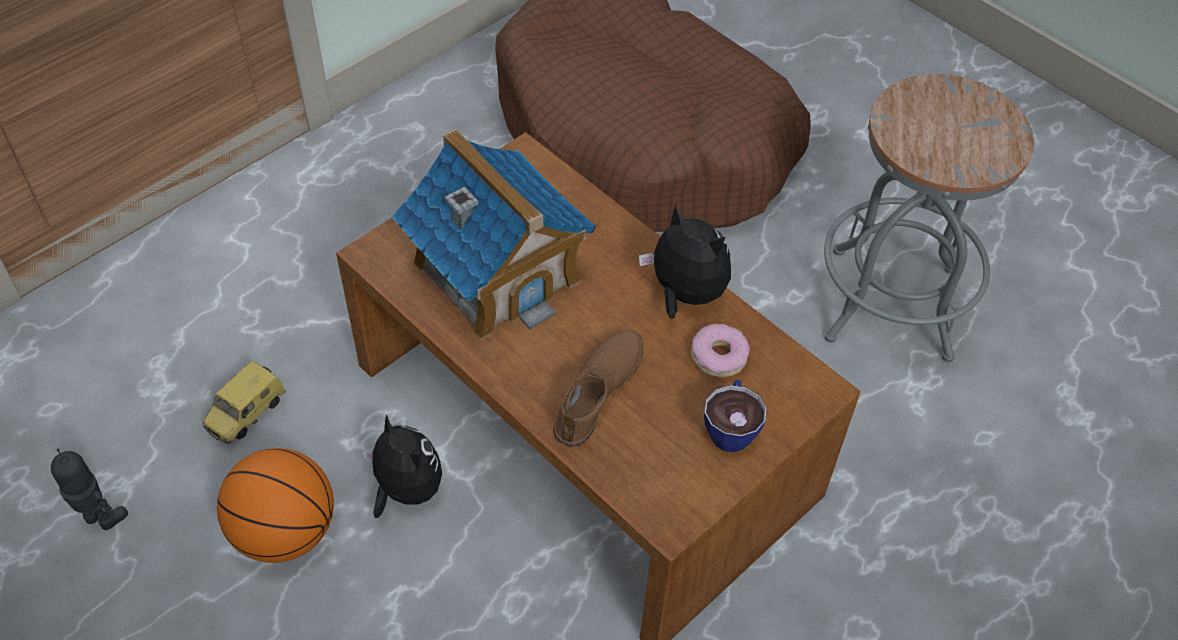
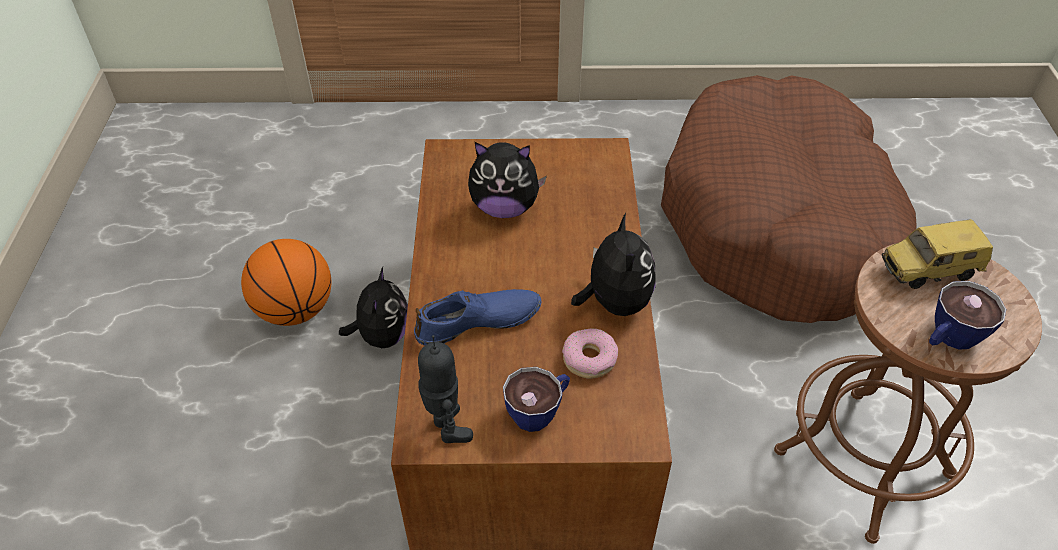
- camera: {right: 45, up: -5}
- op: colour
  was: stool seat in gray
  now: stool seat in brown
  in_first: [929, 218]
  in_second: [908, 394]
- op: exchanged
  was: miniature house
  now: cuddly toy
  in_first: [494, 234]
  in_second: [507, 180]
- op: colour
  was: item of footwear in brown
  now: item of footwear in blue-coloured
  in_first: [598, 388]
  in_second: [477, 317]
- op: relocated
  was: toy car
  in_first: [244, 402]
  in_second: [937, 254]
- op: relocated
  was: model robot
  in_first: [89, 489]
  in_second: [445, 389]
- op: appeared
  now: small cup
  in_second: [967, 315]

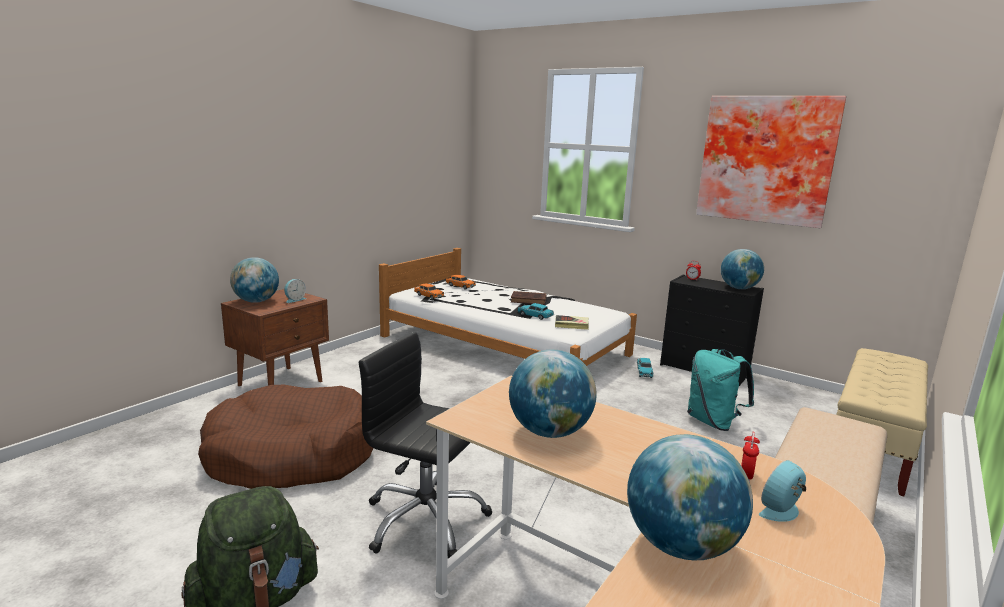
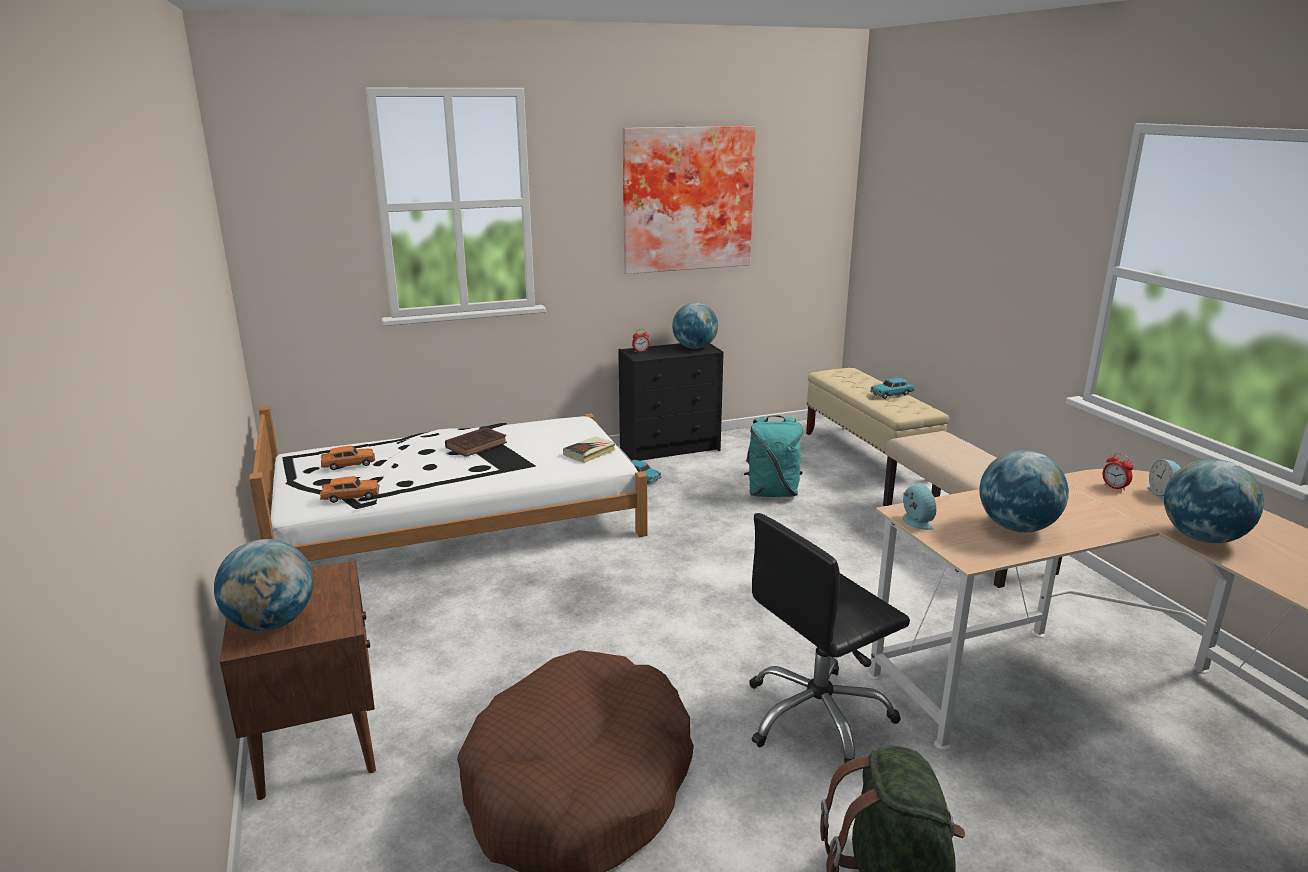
- camera: {right: -55, up: 5}
- op: relocated
  was: table clock
  in_first: [295, 291]
  in_second: [920, 506]
- op: relocated
  was: toy car in turquoise-coloured
  in_first: [536, 311]
  in_second: [893, 388]

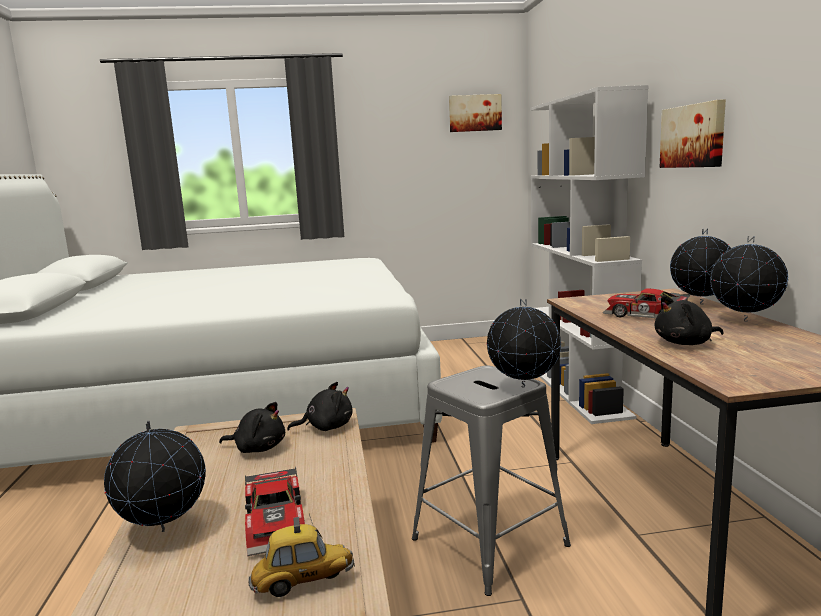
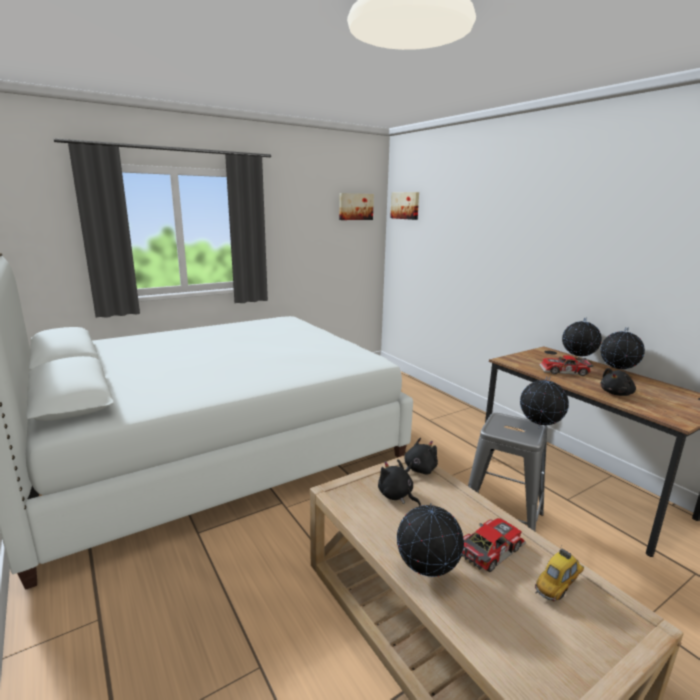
- camera: {right: -25, up: 5}
- op: missing
  was: shelving unit in whitish
  in_first: [589, 254]
- op: relocated
  was: wall picture
  in_first: [692, 133]
  in_second: [404, 206]
- op: spun
  was: cuddly toy in blackish
  in_first: [252, 427]
  in_second: [399, 482]
  clockwise: -120
- op: spun
  was: toy car
  in_first: [275, 511]
  in_second: [493, 545]
  clockwise: -90

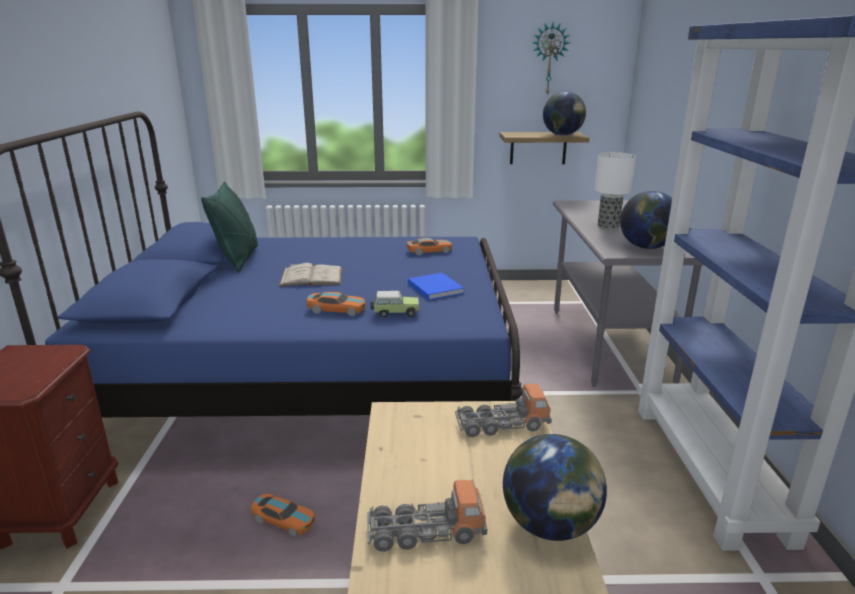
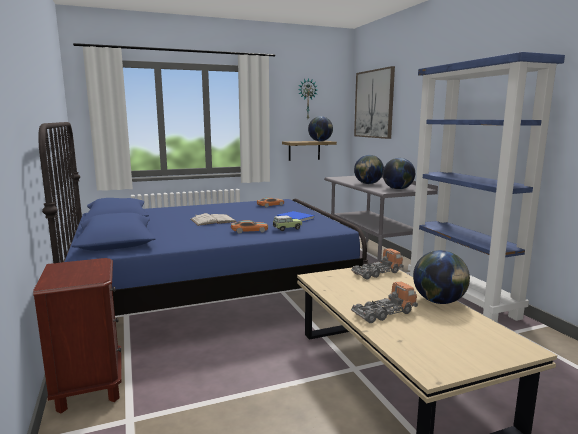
- camera: {right: -20, up: -10}
- op: exchanged
  was: table lamp
  now: desk globe
  in_first: [615, 190]
  in_second: [369, 169]
- op: missing
  was: cushion in greenish
  in_first: [229, 227]
- op: missing
  was: toy car
  in_first: [282, 515]
- op: appeared
  now: wall picture
  in_second: [374, 102]

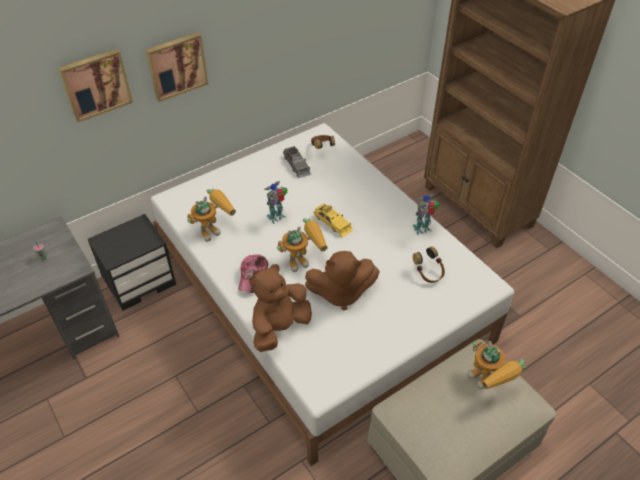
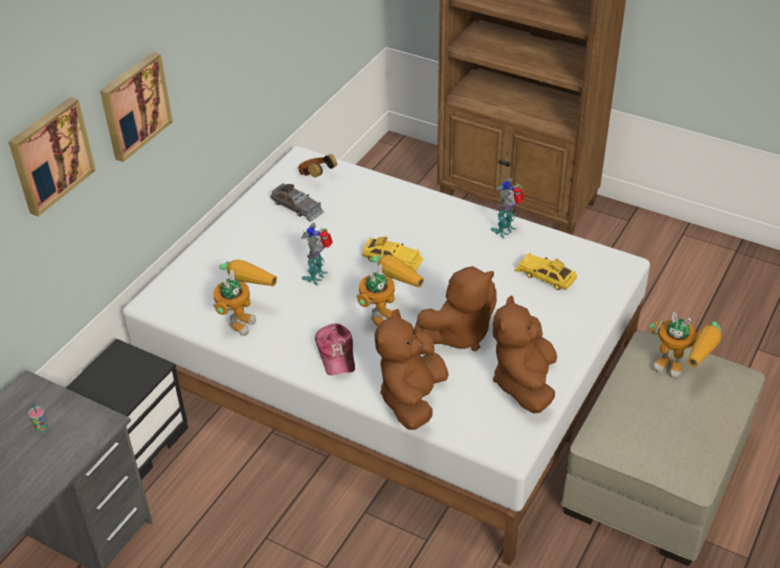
- camera: {right: -25, up: -5}
- op: exchanged
  was: headphones
  now: toy car in yellow-coloured
  in_first: [429, 264]
  in_second: [546, 271]
- op: appeared
  now: cuddly toy in brown
  in_second: [525, 354]

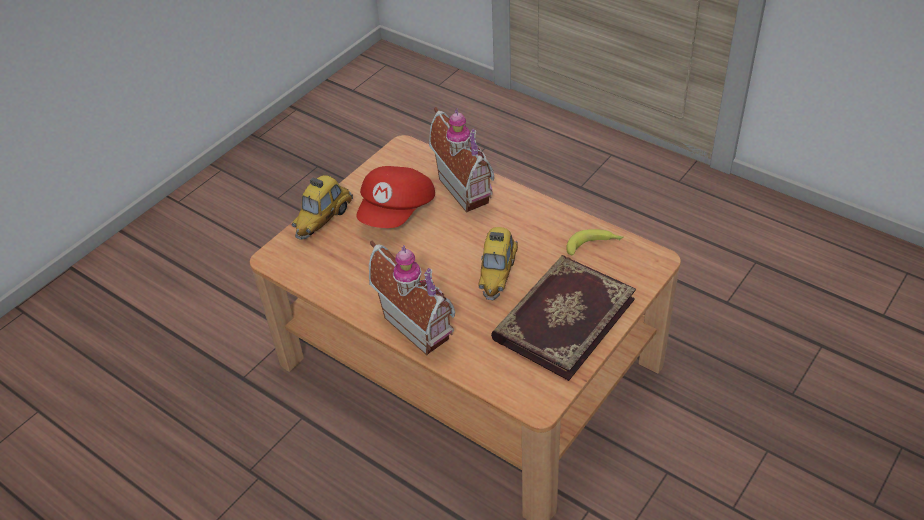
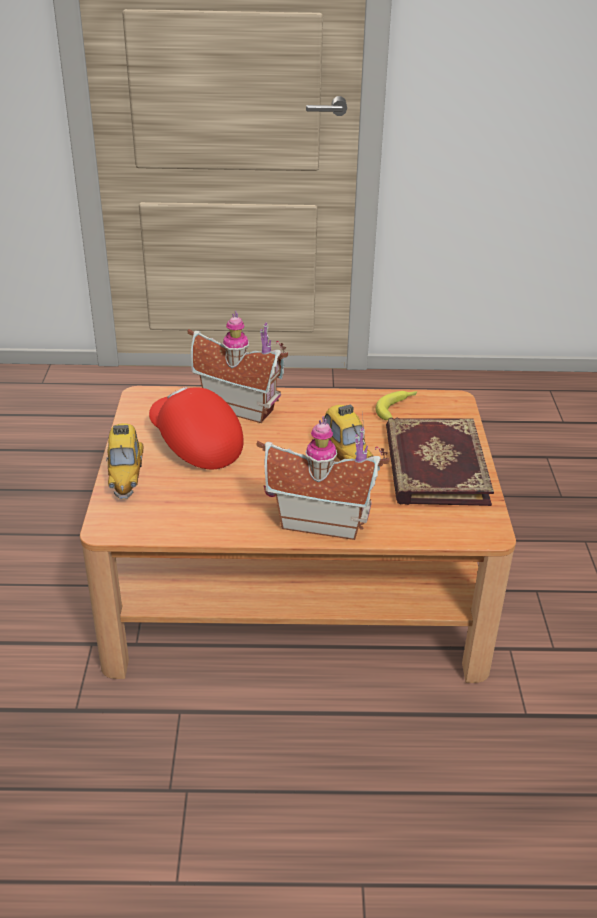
- camera: {right: -40, up: -10}
- op: spun
  was: peaked cap in reddish
  in_first: [395, 197]
  in_second: [196, 428]
  clockwise: 150

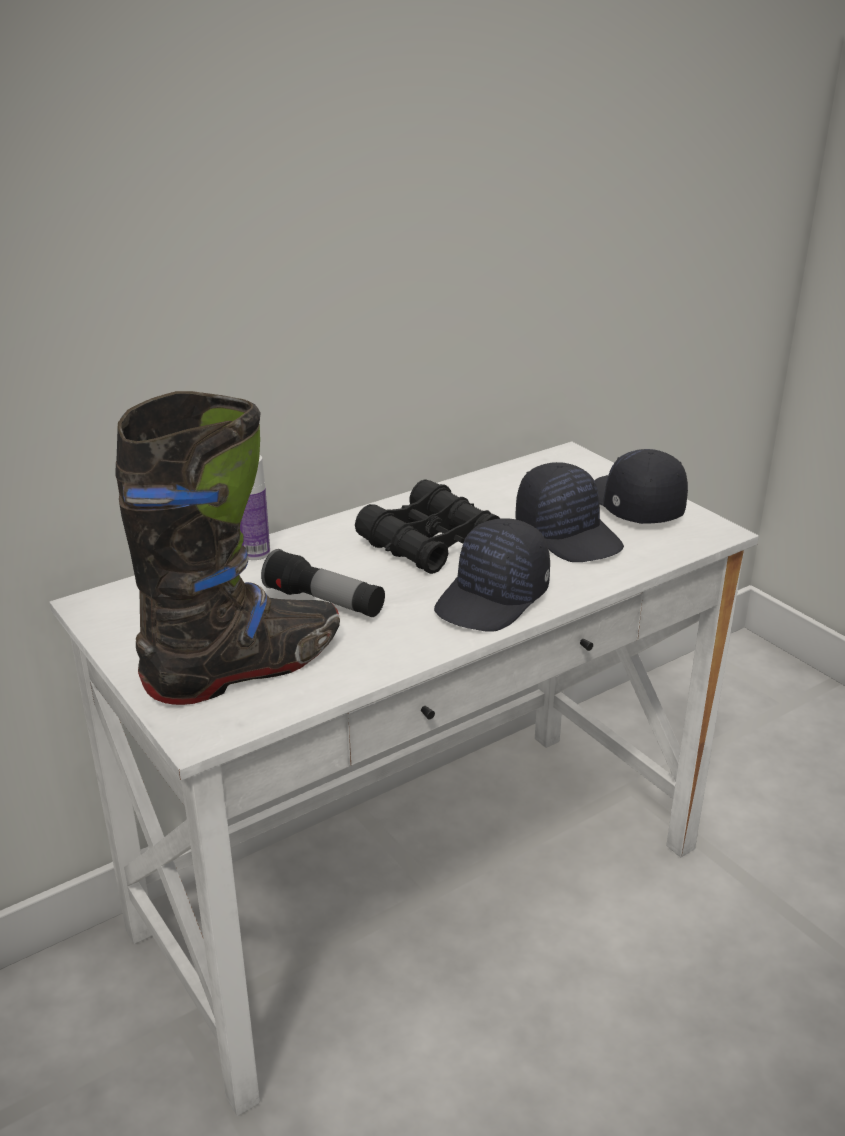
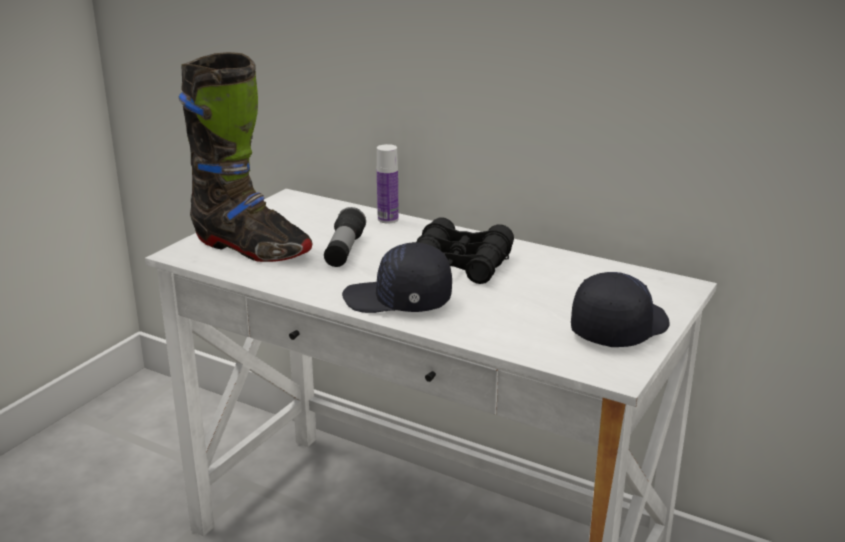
- camera: {right: 65, up: -5}
- op: missing
  was: peaked cap in blackish
  in_first: [569, 512]

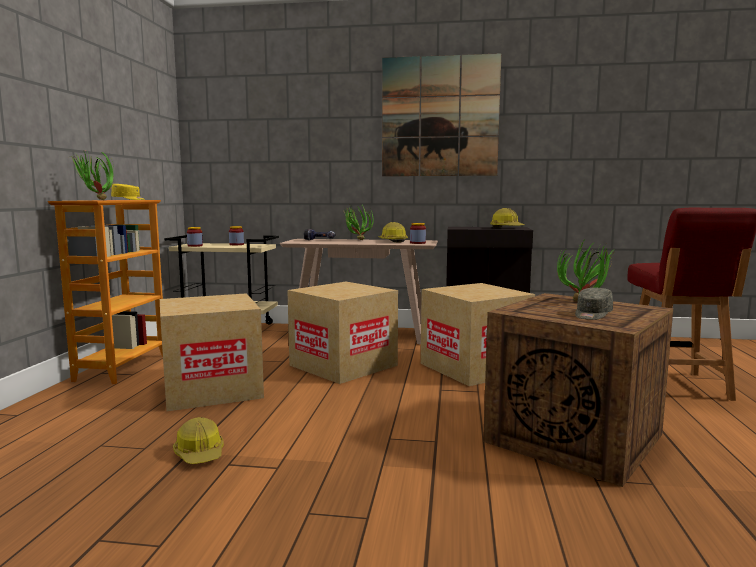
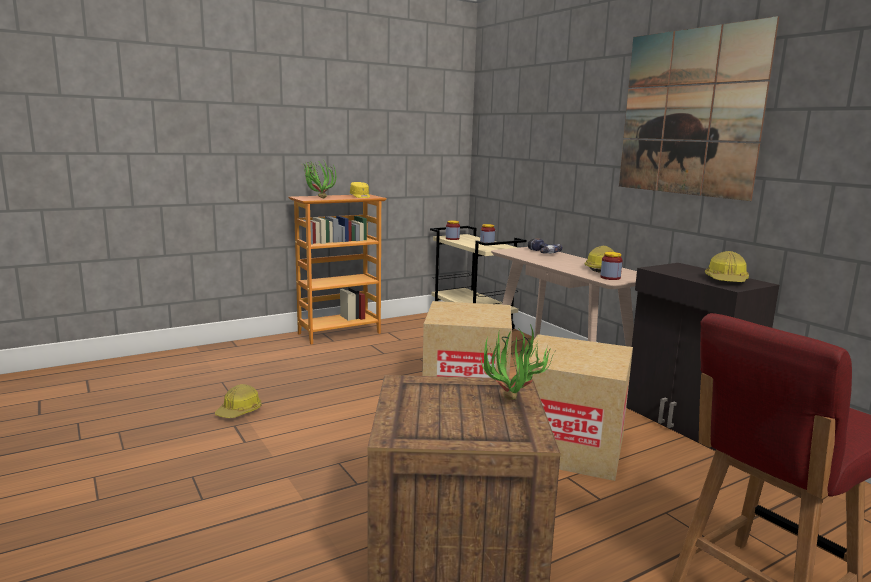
- camera: {right: 50, up: 5}
- op: missing
  was: potted plant
  in_first: [358, 221]
- op: missing
  was: peaked cap in gray
  in_first: [594, 304]
- op: missing
  was: packing box
  in_first: [212, 352]

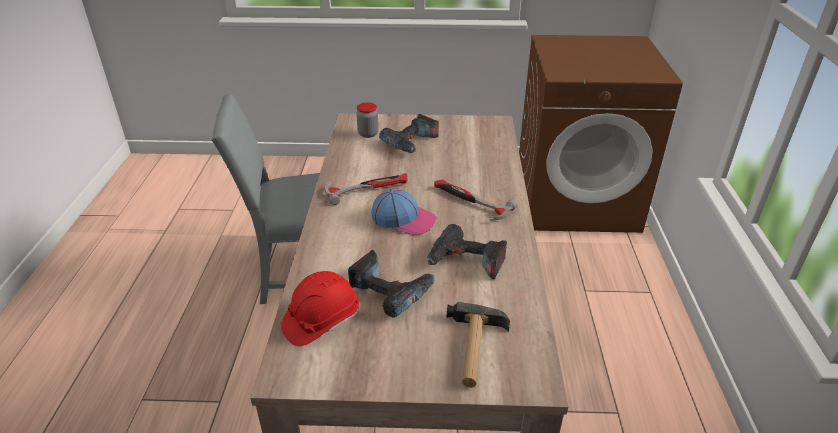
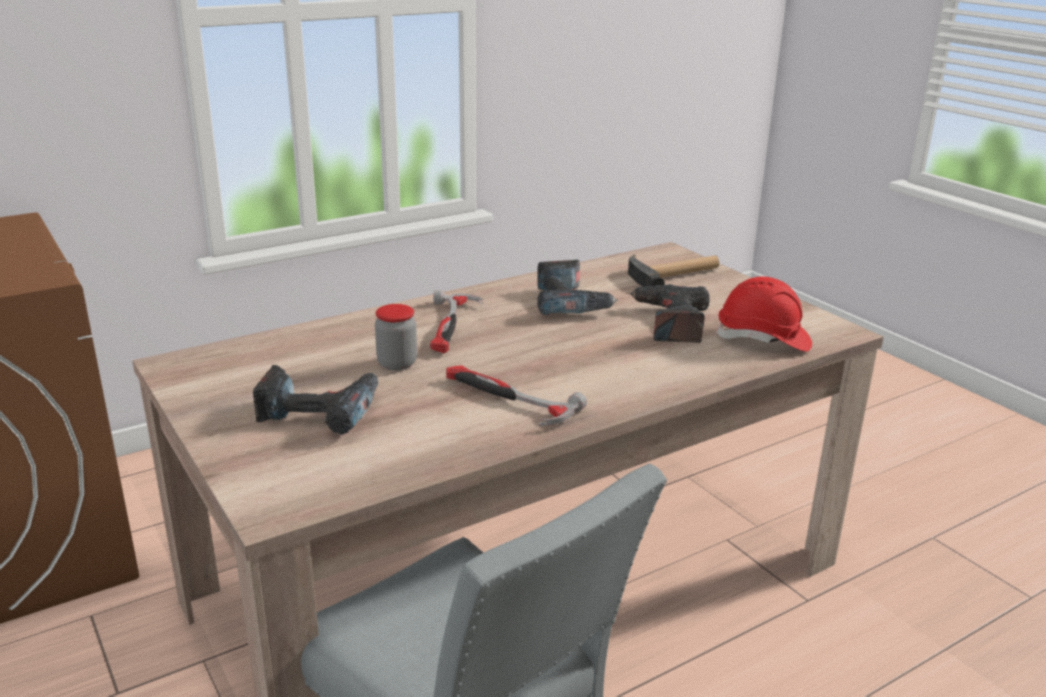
- camera: {right: -125, up: -10}
- op: relocated
  was: jar
  in_first: [367, 120]
  in_second: [396, 337]
- op: missing
  was: peaked cap
  in_first: [404, 212]

